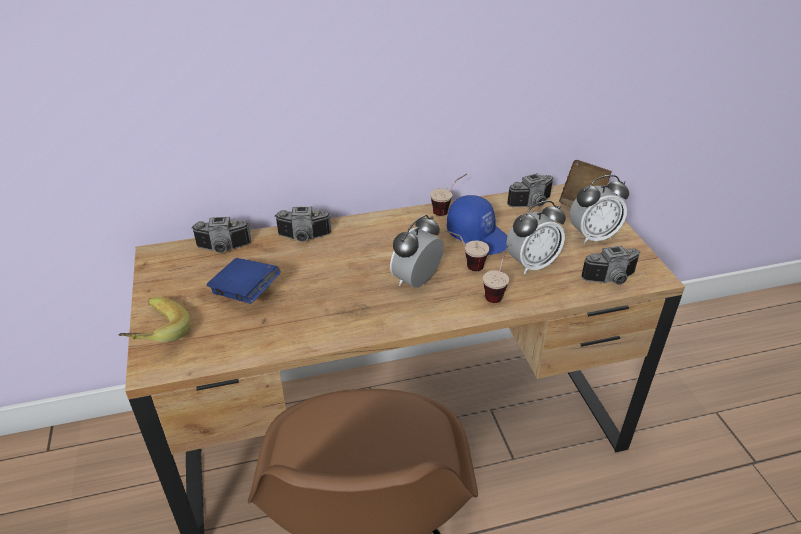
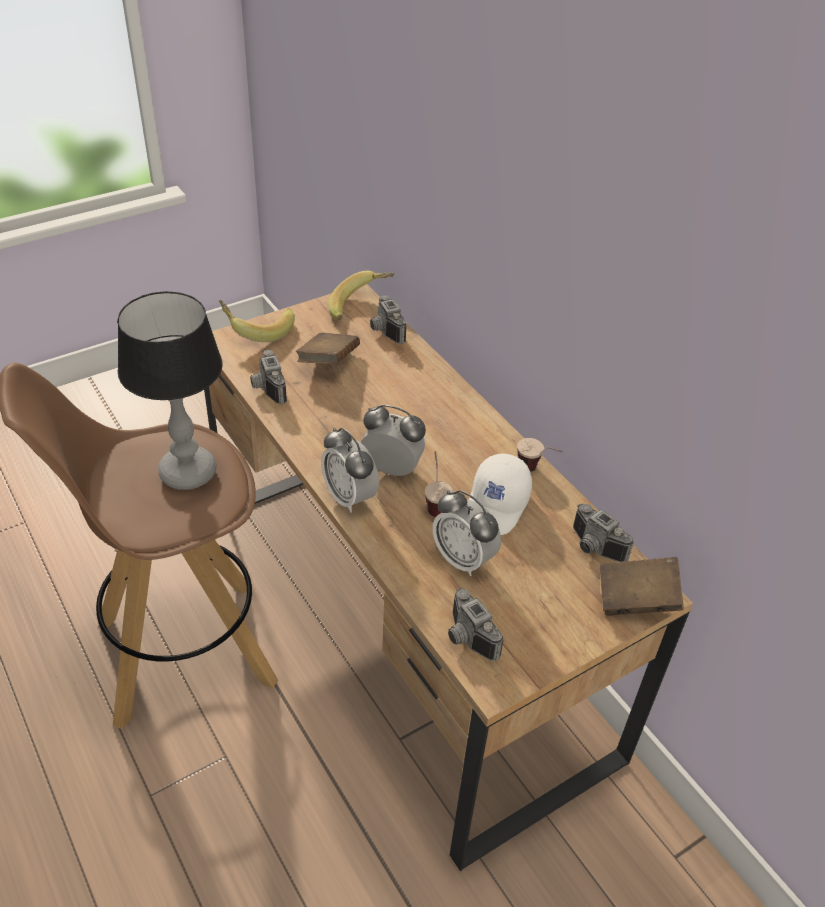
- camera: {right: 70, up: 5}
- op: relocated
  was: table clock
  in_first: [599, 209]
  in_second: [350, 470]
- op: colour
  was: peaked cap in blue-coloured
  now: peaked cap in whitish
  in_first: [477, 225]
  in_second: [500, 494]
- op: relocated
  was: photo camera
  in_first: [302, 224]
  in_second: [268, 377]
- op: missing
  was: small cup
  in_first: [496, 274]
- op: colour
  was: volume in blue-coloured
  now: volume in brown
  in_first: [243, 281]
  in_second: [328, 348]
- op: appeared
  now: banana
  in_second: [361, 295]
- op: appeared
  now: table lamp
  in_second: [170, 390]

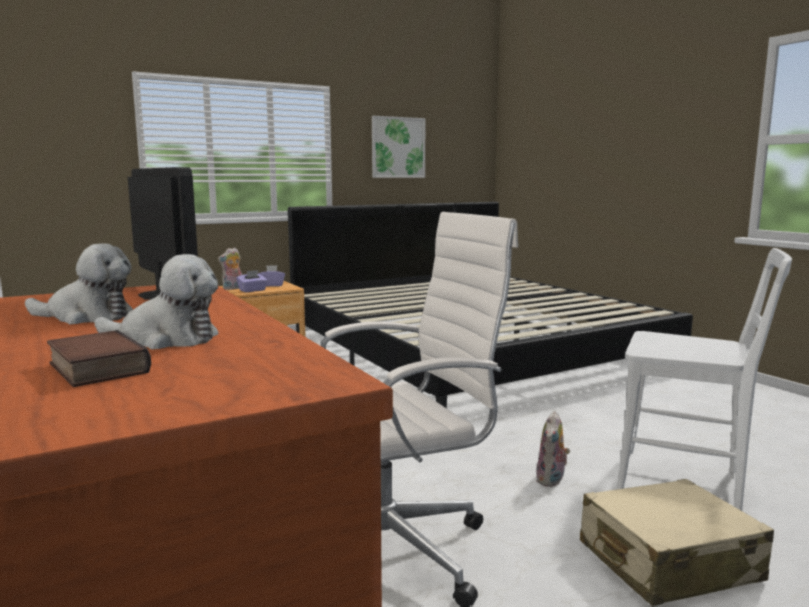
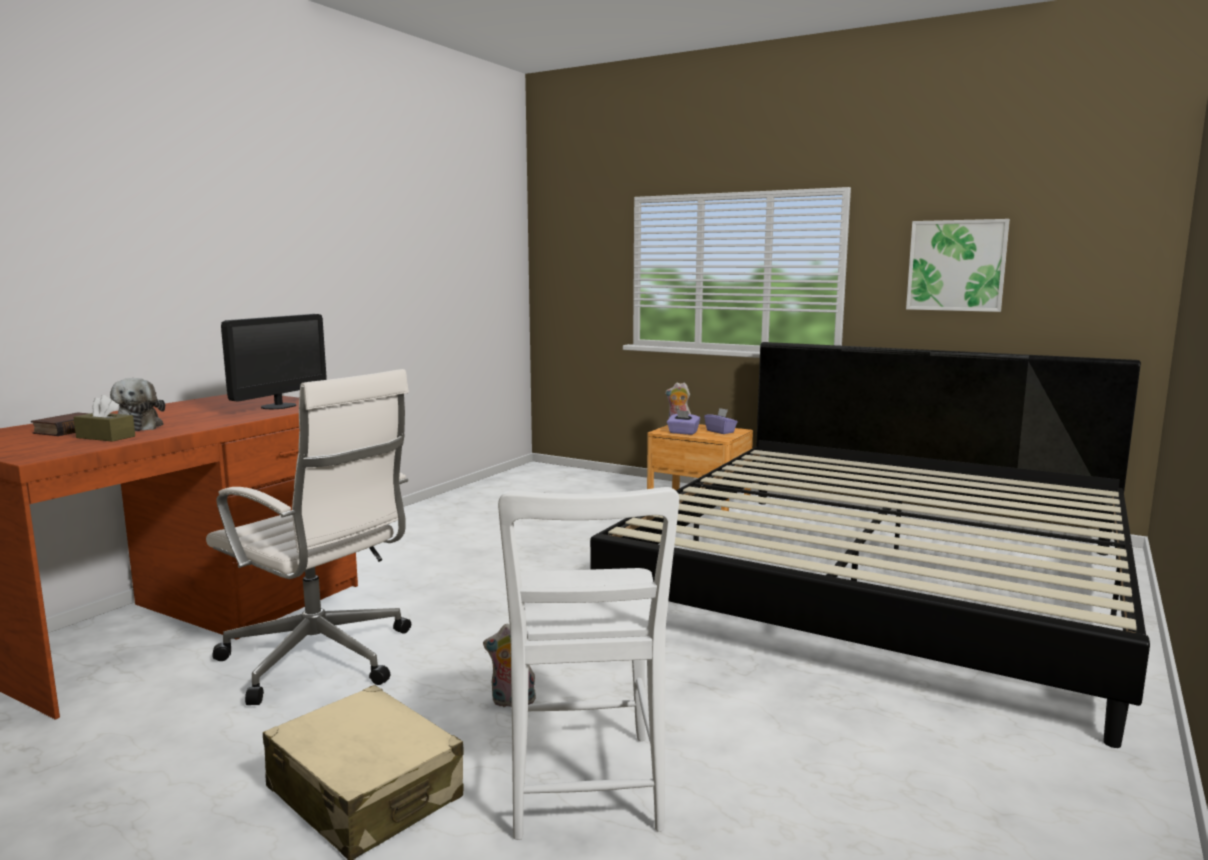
- camera: {right: 60, up: 0}
- op: missing
  was: cuddly toy
  in_first: [79, 284]
- op: appeared
  now: tissue box in brown
  in_second: [104, 418]

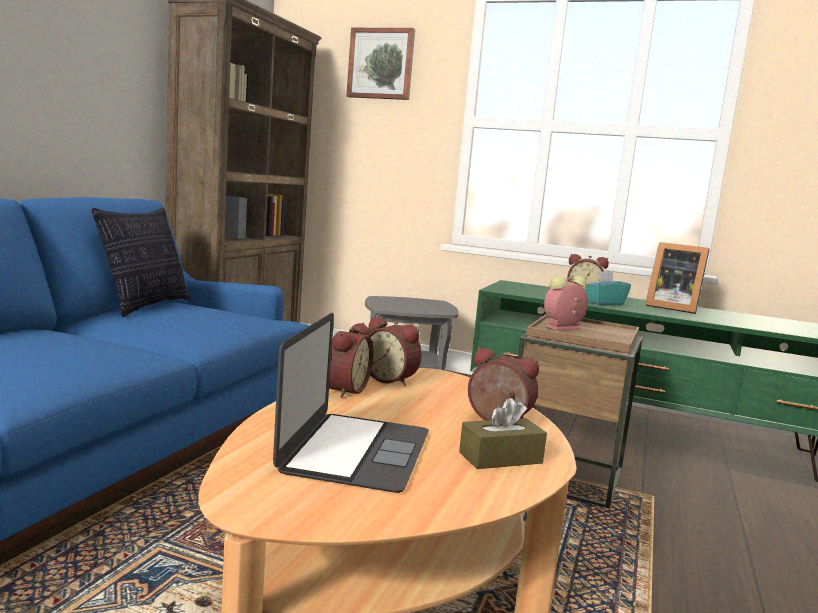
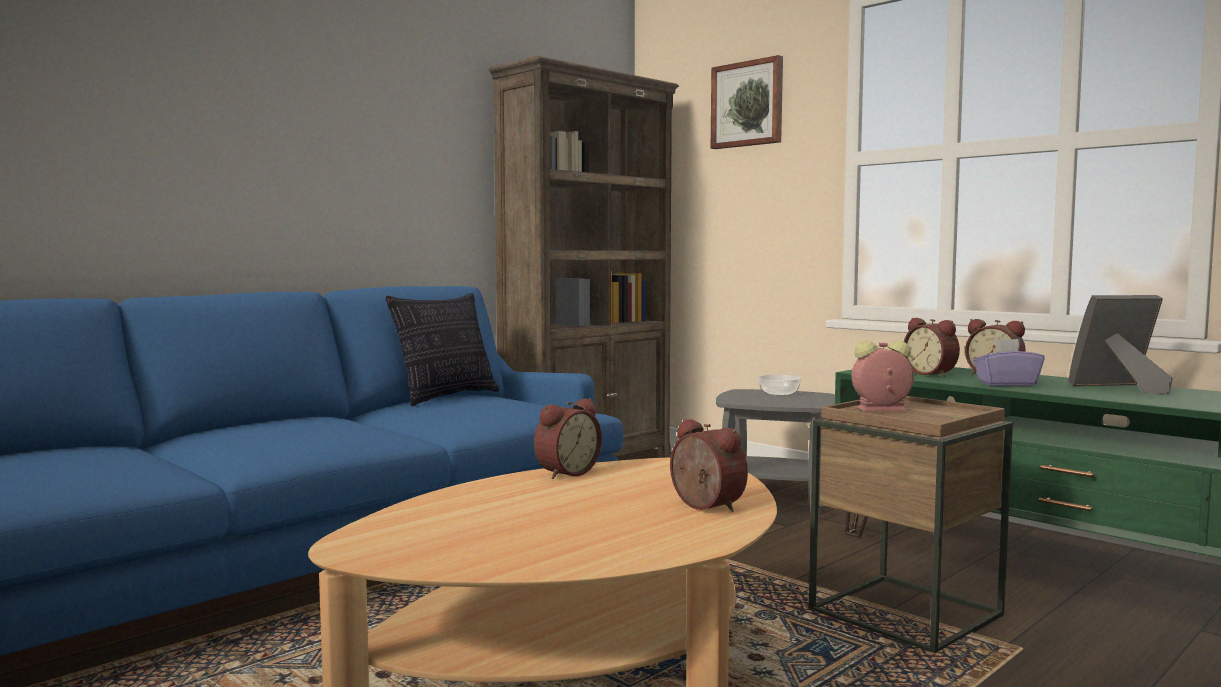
- camera: {right: 25, up: -5}
- op: spun
  was: photo frame
  in_first: [677, 278]
  in_second: [1120, 345]
  clockwise: 120
- op: colour
  was: tissue box in turquoise-coloured
  now: tissue box in purplish
  in_first: [608, 288]
  in_second: [1009, 362]
- op: missing
  was: laptop
  in_first: [351, 403]
- op: relocated
  was: table clock
  in_first: [395, 351]
  in_second: [931, 347]
- op: missing
  was: tissue box in brown
  in_first: [503, 433]
- op: appeared
  now: serving bowl
  in_second: [779, 385]

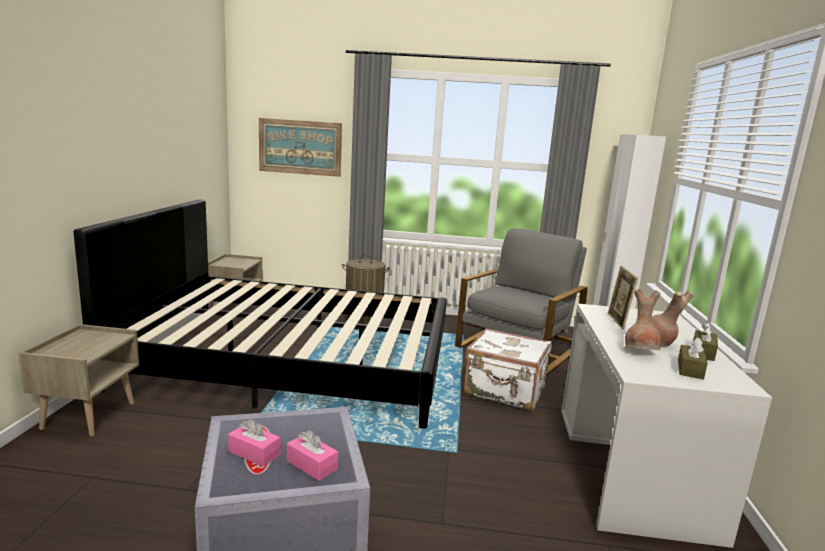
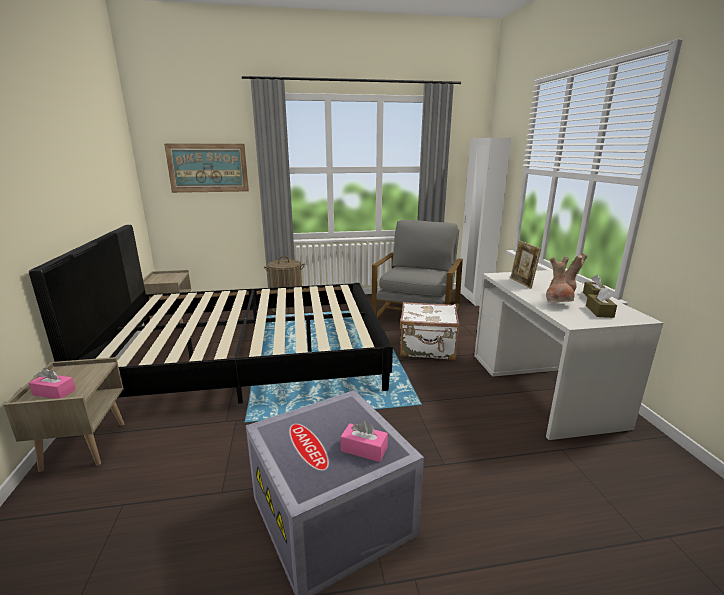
- camera: {right: -15, up: 5}
- op: relocated
  was: tissue box in pink-coloured
  in_first: [254, 442]
  in_second: [52, 383]

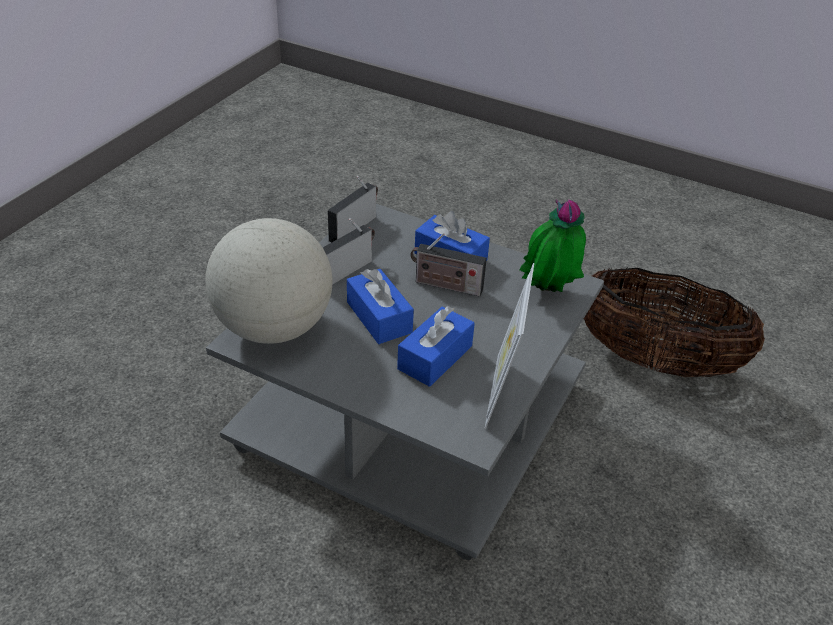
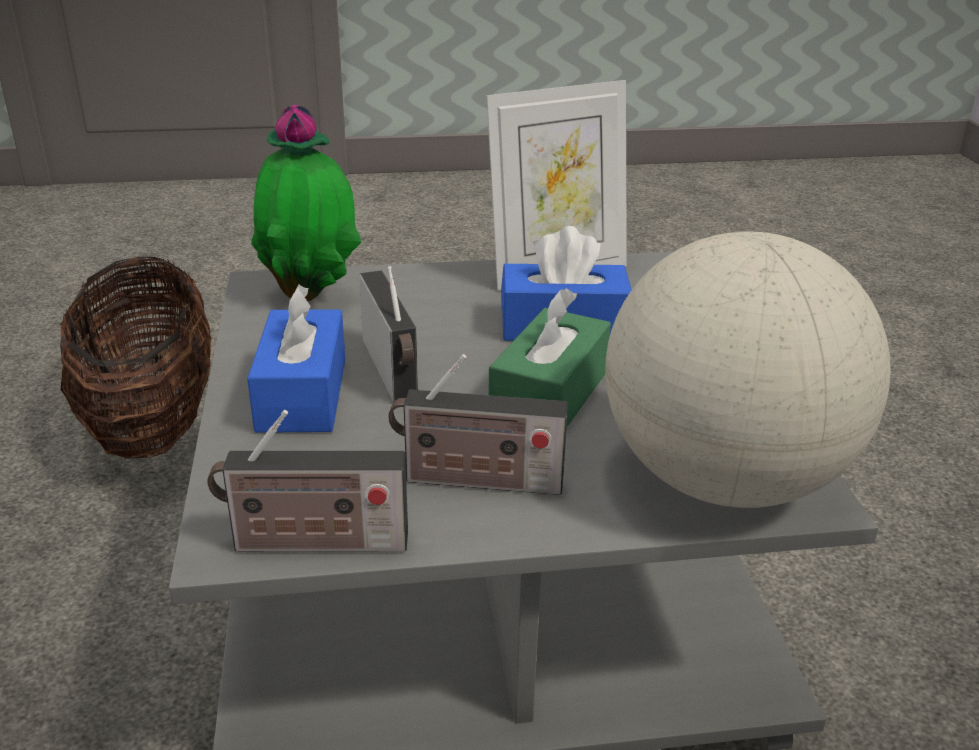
- camera: {right: -125, up: -10}
- op: colour
  was: tissue box in blue-coloured
  now: tissue box in greenish
  in_first: [380, 306]
  in_second: [549, 357]

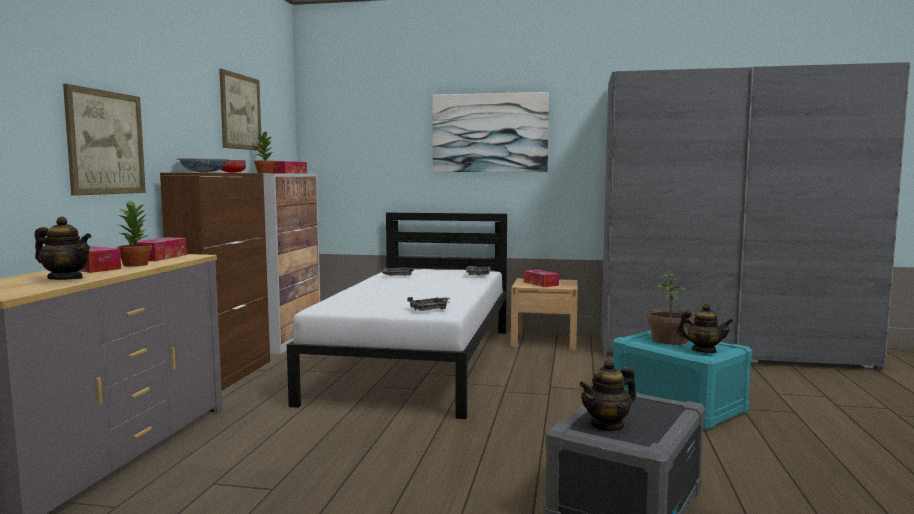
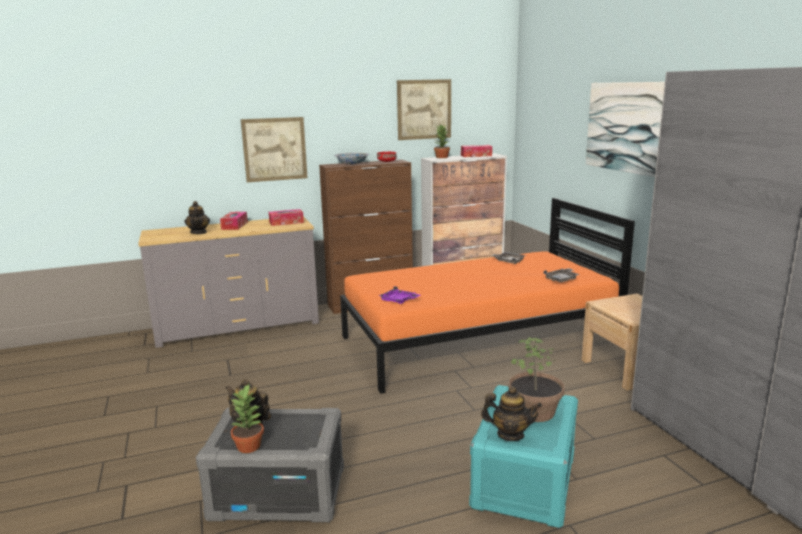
- camera: {right: 60, up: 10}
- op: relocated
  was: potted plant
  in_first: [134, 234]
  in_second: [247, 418]
- op: colour
  was: bed in whitish
  now: bed in orangey
  in_first: [397, 315]
  in_second: [487, 296]
- op: missing
  was: tissue box
  in_first: [541, 278]
- op: colour
  was: tray in gray
  now: tray in purplish
  in_first: [429, 304]
  in_second: [400, 295]
- op: spun
  was: teapot
  in_first: [705, 328]
  in_second: [511, 413]
  clockwise: -75

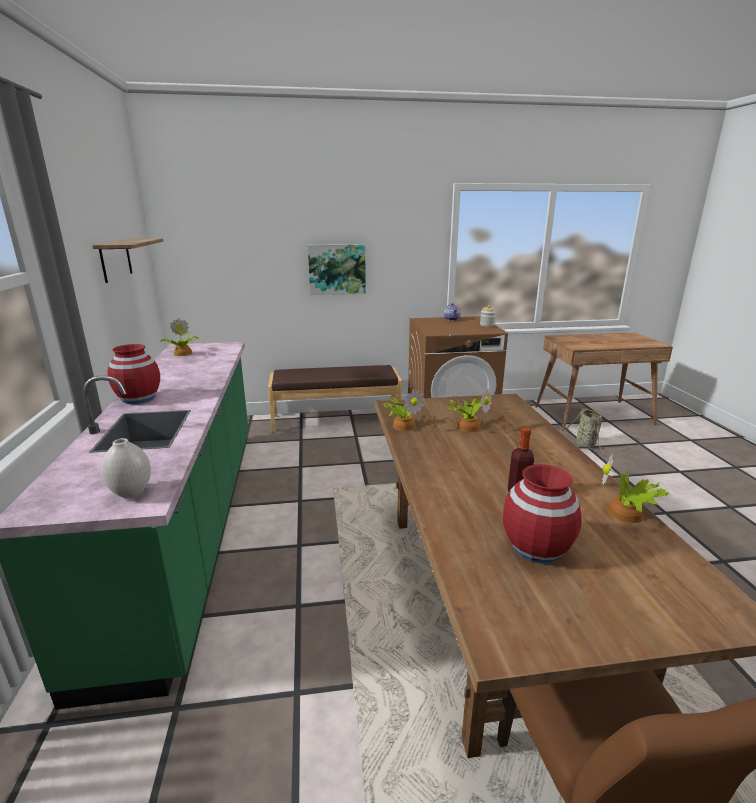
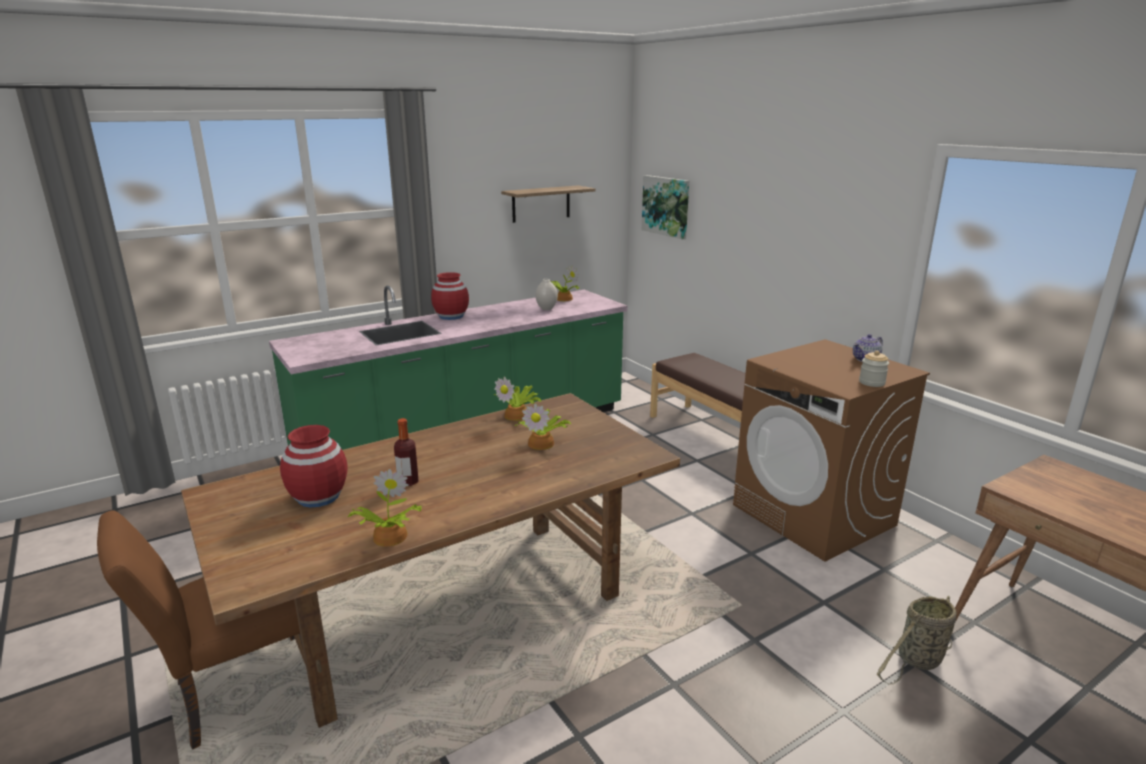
- camera: {right: 65, up: 0}
- op: relocated
  was: wall picture
  in_first: [337, 269]
  in_second: [665, 207]
- op: relocated
  was: vase in whitish
  in_first: [126, 468]
  in_second: [546, 294]

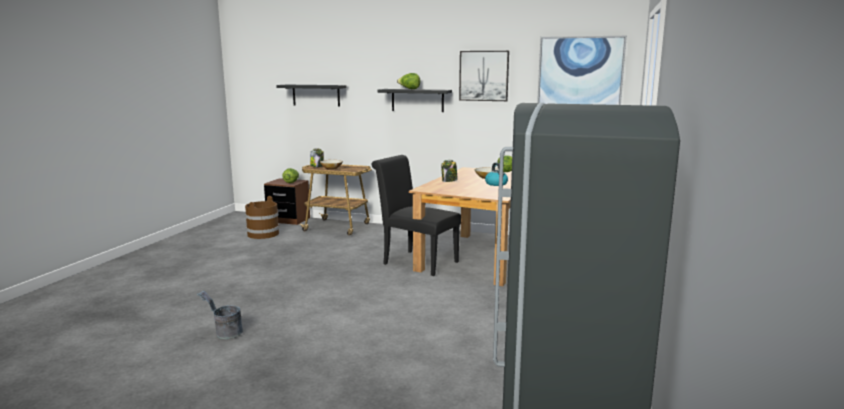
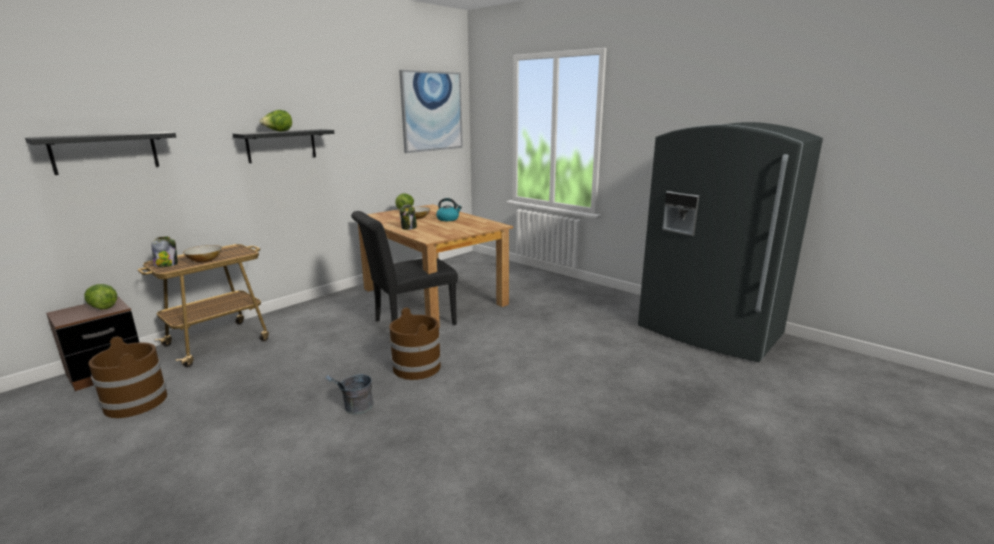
- camera: {right: -65, up: 5}
- op: missing
  was: wall picture
  in_first: [484, 76]
- op: relocated
  was: bucket in gray
  in_first: [220, 315]
  in_second: [349, 394]
- op: appeared
  now: bucket in brown
  in_second: [415, 344]

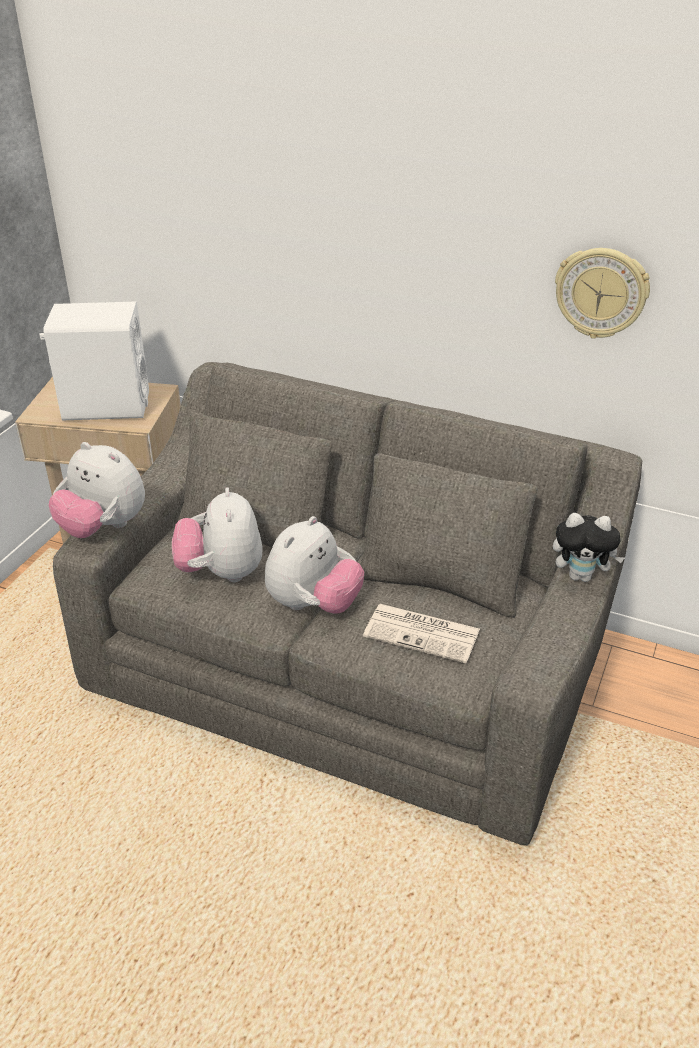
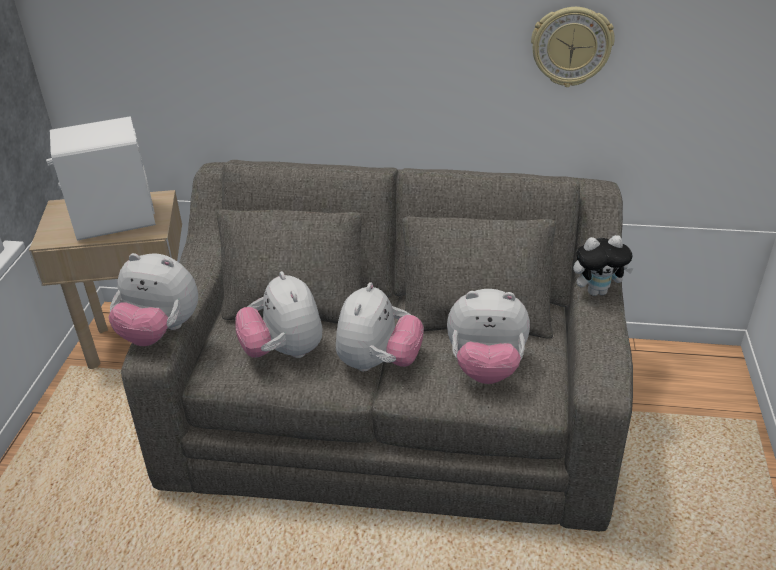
- camera: {right: -15, up: 0}
- op: exchanged
  was: printed paper
  now: cuddly toy
  in_first: [421, 633]
  in_second: [488, 336]

